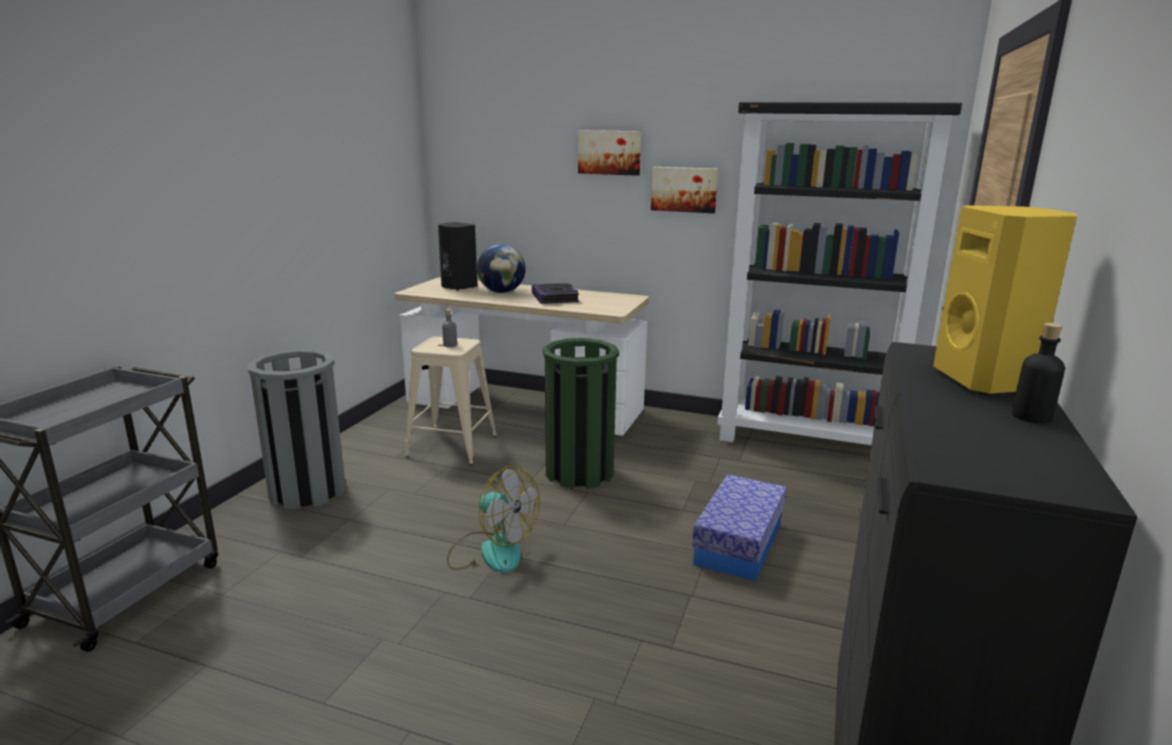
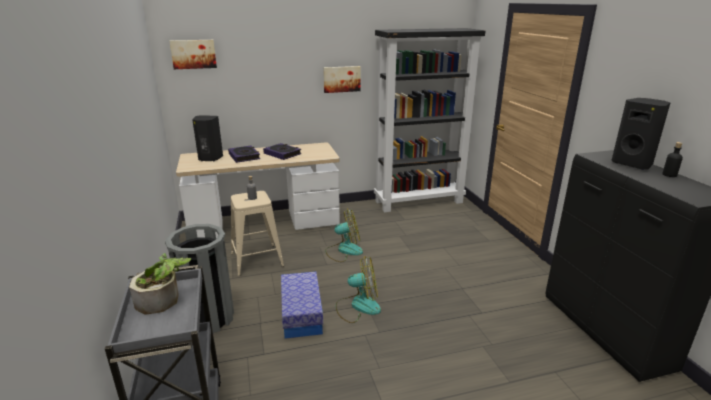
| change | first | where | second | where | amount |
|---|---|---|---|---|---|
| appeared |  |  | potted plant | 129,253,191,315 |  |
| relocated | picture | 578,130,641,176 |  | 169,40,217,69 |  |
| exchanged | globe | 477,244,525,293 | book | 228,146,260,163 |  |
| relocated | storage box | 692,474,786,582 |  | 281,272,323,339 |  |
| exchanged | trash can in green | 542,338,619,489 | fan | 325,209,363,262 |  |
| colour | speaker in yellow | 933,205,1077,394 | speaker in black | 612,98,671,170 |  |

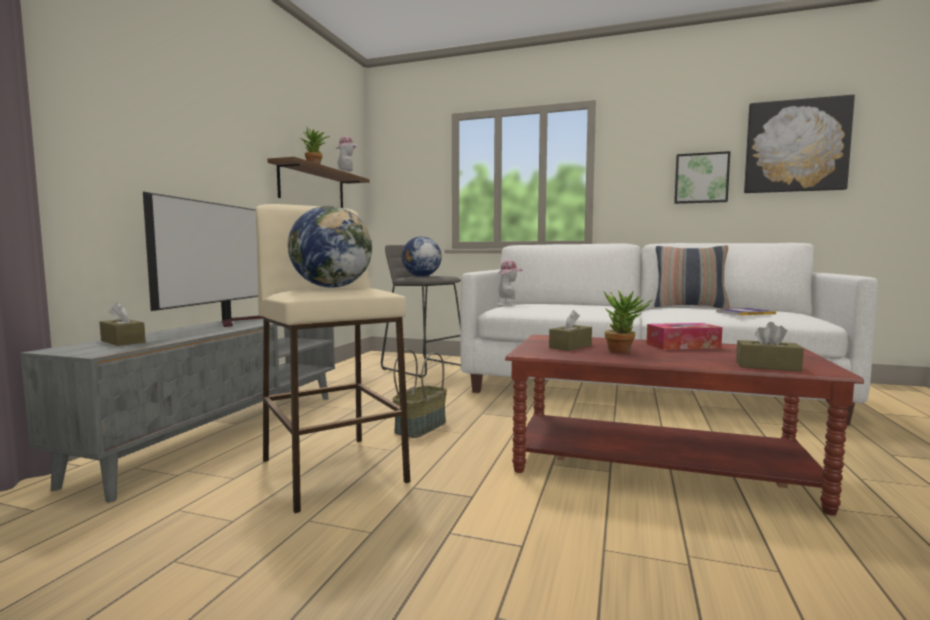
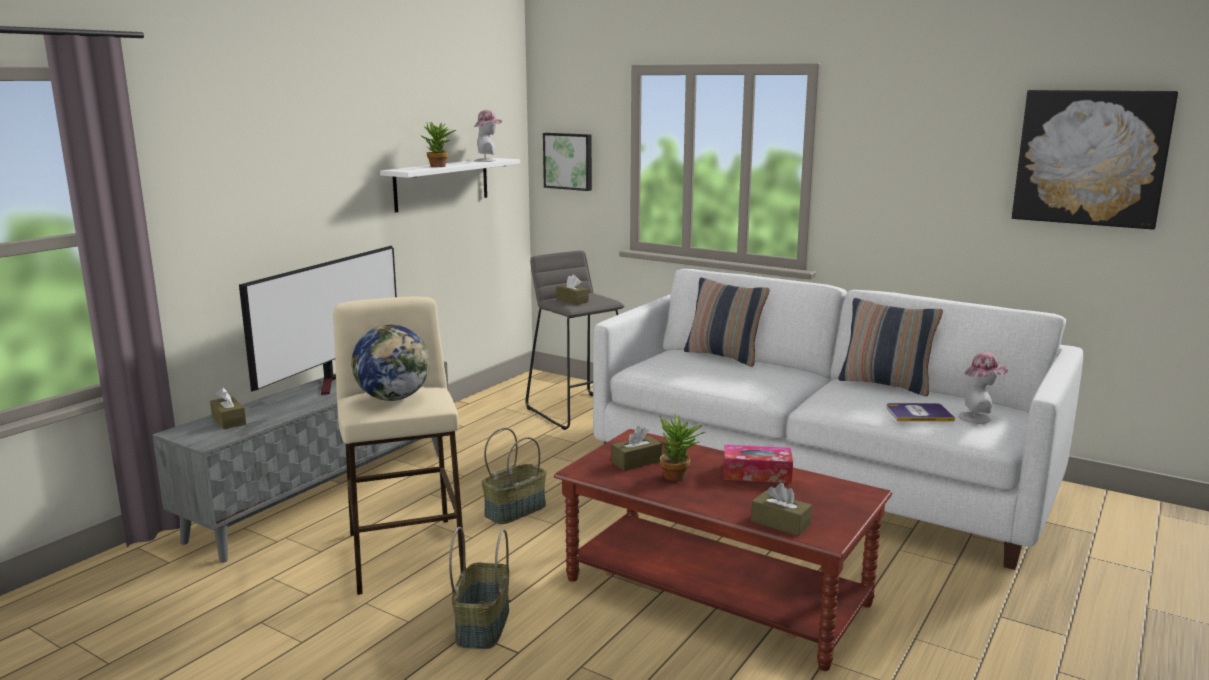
| change | first | where | second | where | amount |
|---|---|---|---|---|---|
| colour | shelf in brown | 267,157,370,208 | shelf in white | 380,158,520,213 |  |
| appeared |  |  | basket | 449,527,509,649 |  |
| relocated | picture | 674,151,730,204 |  | 543,133,592,191 |  |
| exchanged | globe | 401,236,442,277 | tissue box in brown | 556,275,589,305 |  |
| appeared |  |  | pillow | 684,277,770,367 |  |
| relocated | hat | 496,260,523,306 |  | 958,352,1008,424 |  |

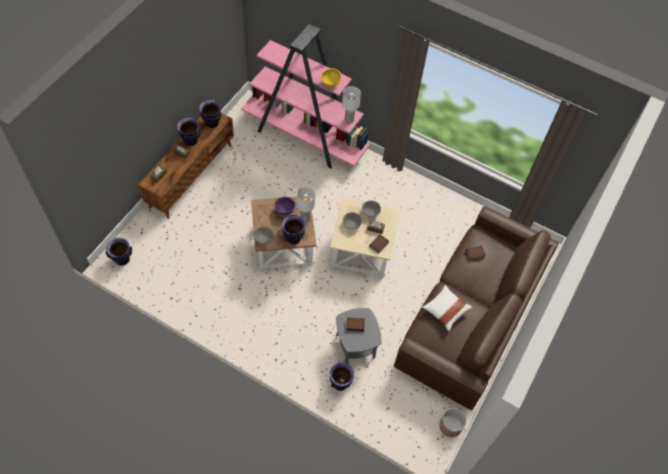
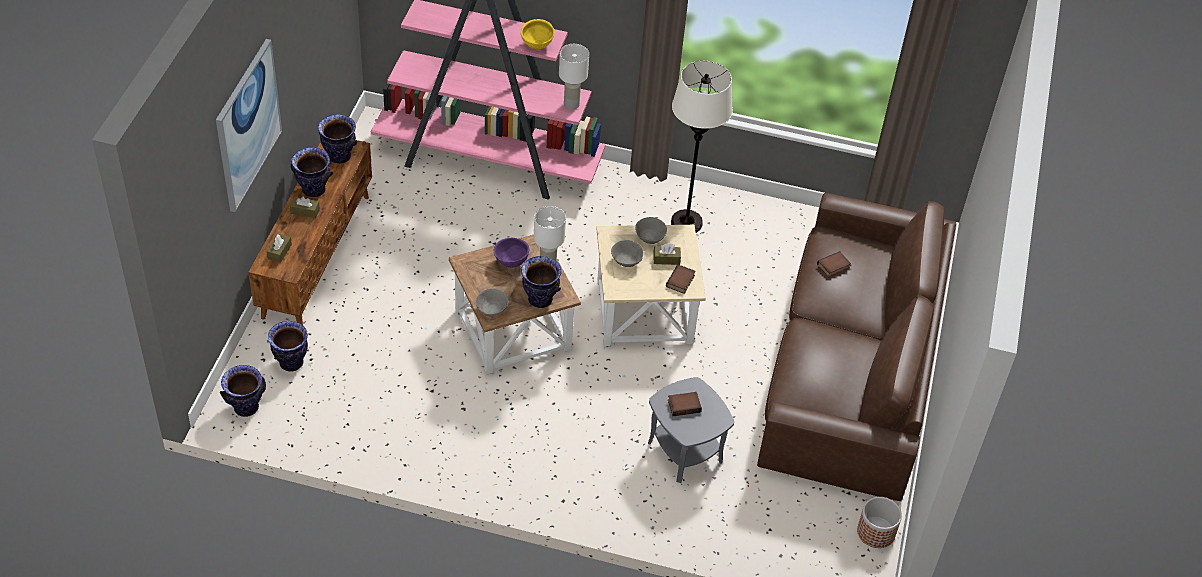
| change | first | where | second | where | amount |
|---|---|---|---|---|---|
| appeared |  |  | picture | 216,39,282,212 |  |
| relocated | vase | 329,363,354,391 |  | 268,321,308,372 |  |
| appeared |  |  | floor lamp in white | 671,61,733,233 |  |
| missing | pillow in white | 422,285,473,331 |  |  |  |

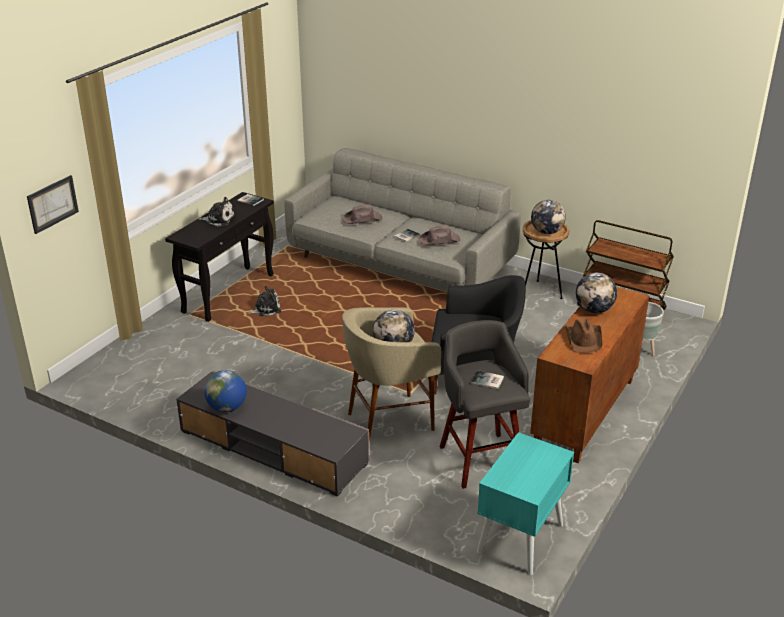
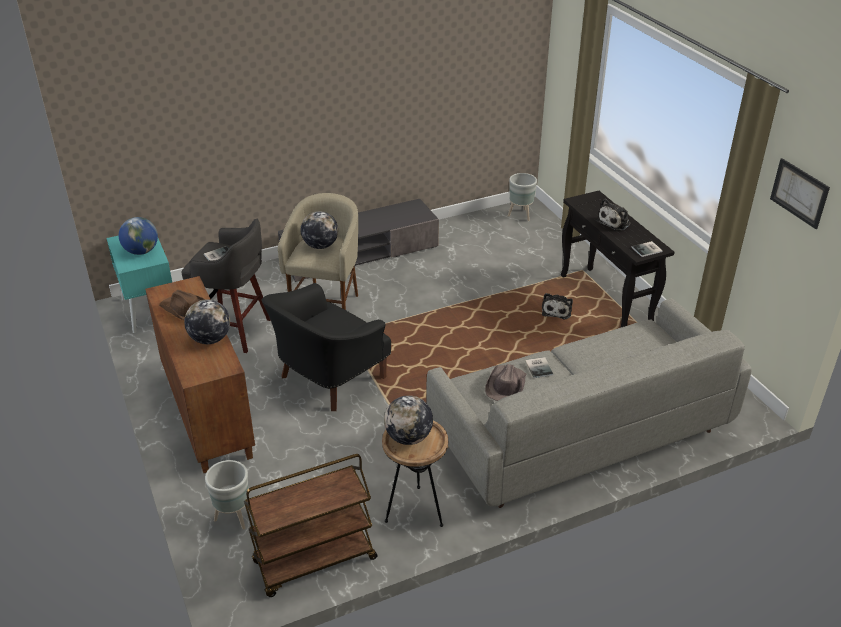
| change | first | where | second | where | amount |
|---|---|---|---|---|---|
| relocated | globe | 204,370,247,412 |  | 119,217,158,255 |  |
| appeared |  |  | planter in grey | 508,173,537,221 |  |
| relocated | picture | 27,175,79,234 |  | 770,158,830,229 |  |
| missing | hat in brown | 342,204,382,224 |  |  |  |

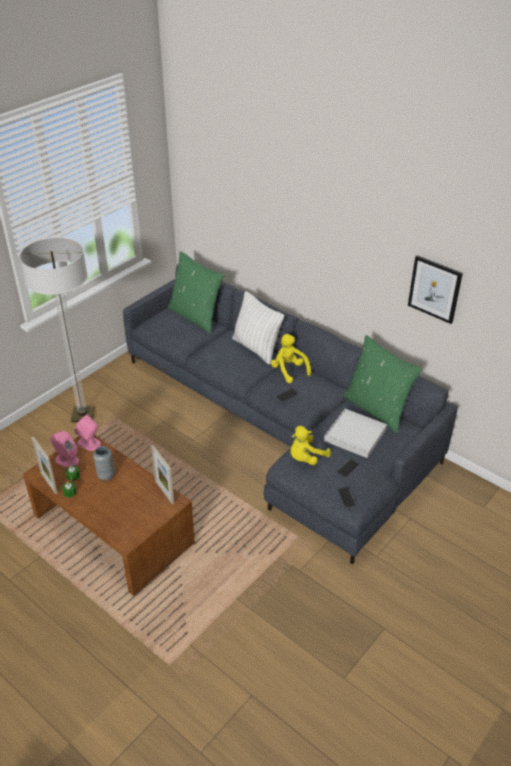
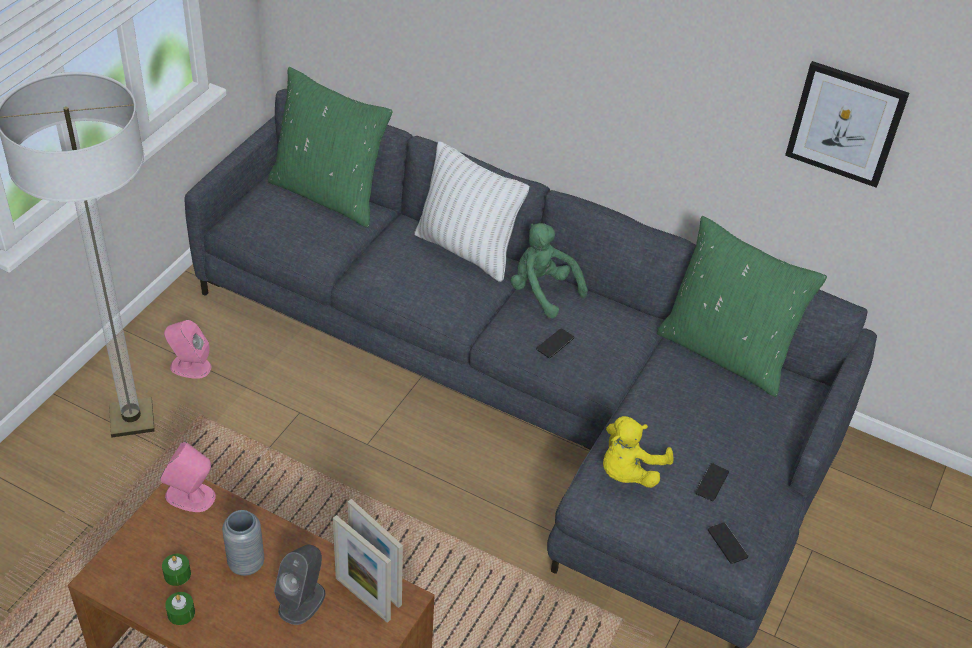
| change | first | where | second | where | amount |
|---|---|---|---|---|---|
| relocated | speaker in pink | 50,431,79,468 |  | 164,320,212,379 |  |
| appeared |  |  | speaker in grey | 274,544,325,625 |  |
| relocated | picture frame | 31,437,57,494 |  | 333,515,391,623 |  |
| colour | plush toy in yellow | 271,334,311,383 | plush toy in green | 511,223,588,318 |  |
| missing | tray in white | 324,409,387,458 |  |  |  |

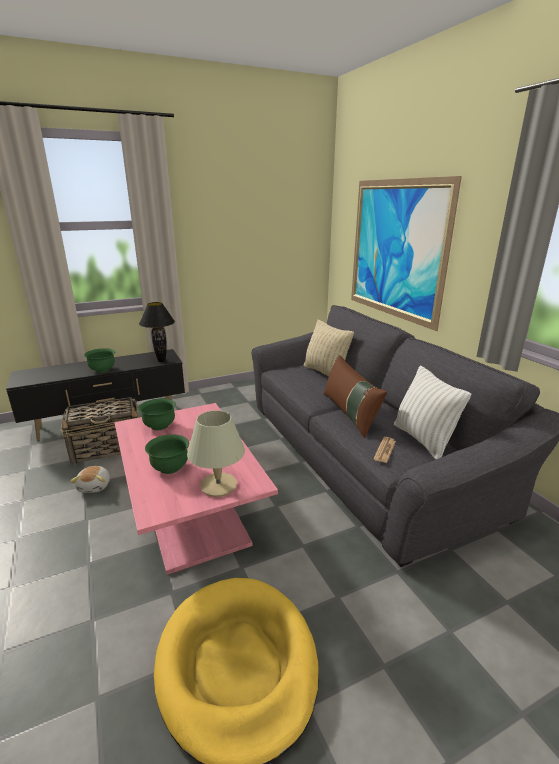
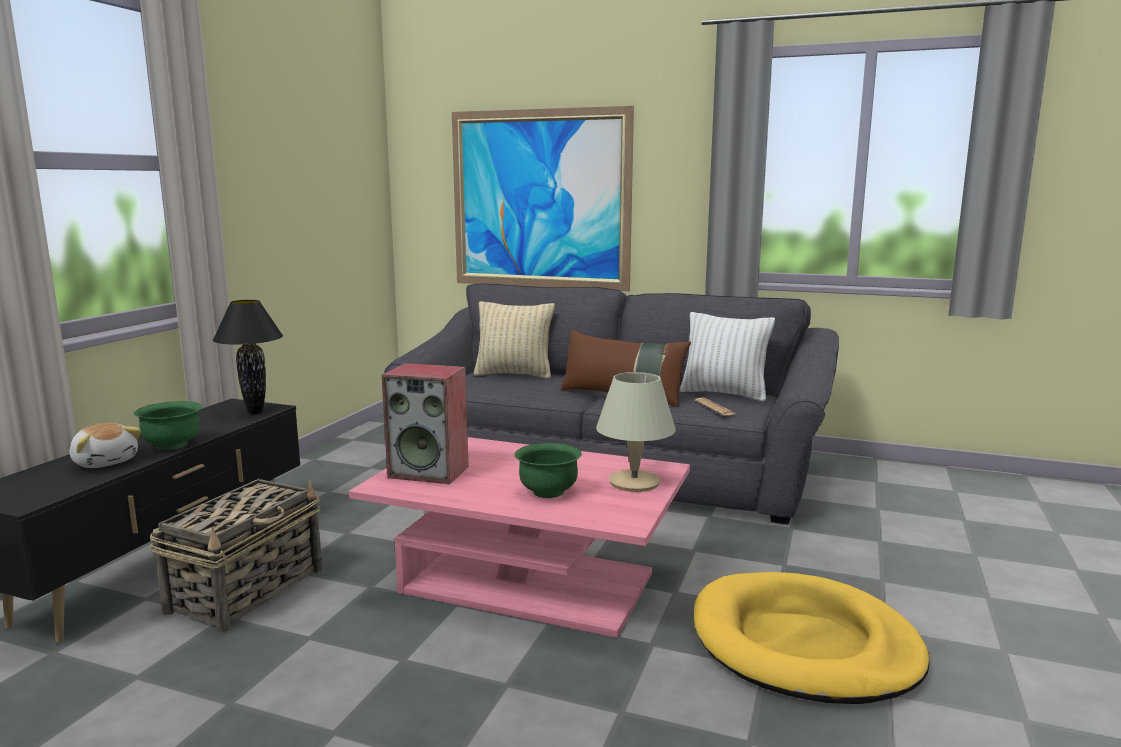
| change | first | where | second | where | amount |
|---|---|---|---|---|---|
| relocated | plush toy | 70,466,110,493 |  | 70,423,141,468 |  |
| exchanged | bowl in green | 138,398,176,431 | speaker | 382,363,469,484 |  |

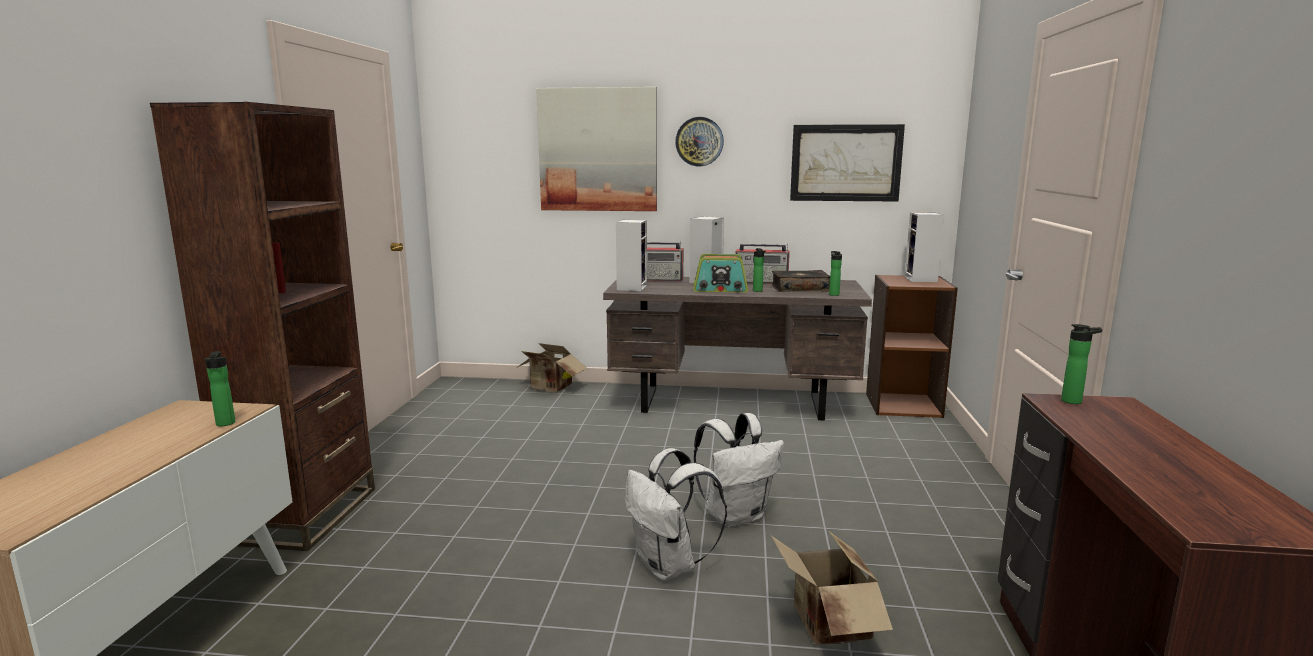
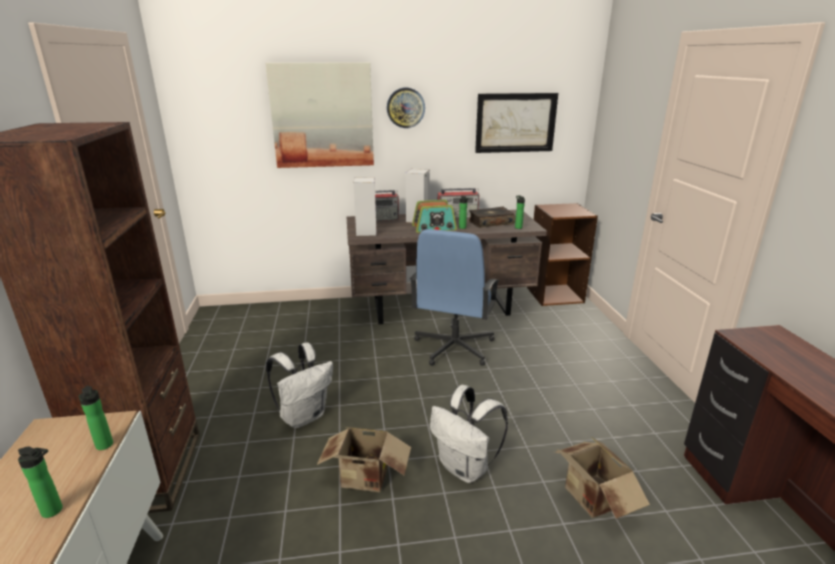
| change | first | where | second | where | amount |
|---|---|---|---|---|---|
| relocated | bottle | 1061,324,1102,404 |  | 18,447,63,518 |  |
| relocated | backpack in white | 693,413,784,527 |  | 266,342,333,428 |  |
| relocated | cardboard box | 516,343,587,392 |  | 317,427,411,492 |  |
| appeared |  |  | office chair in blue | 410,229,499,366 |  |
| missing | speaker | 905,212,944,282 |  |  |  |

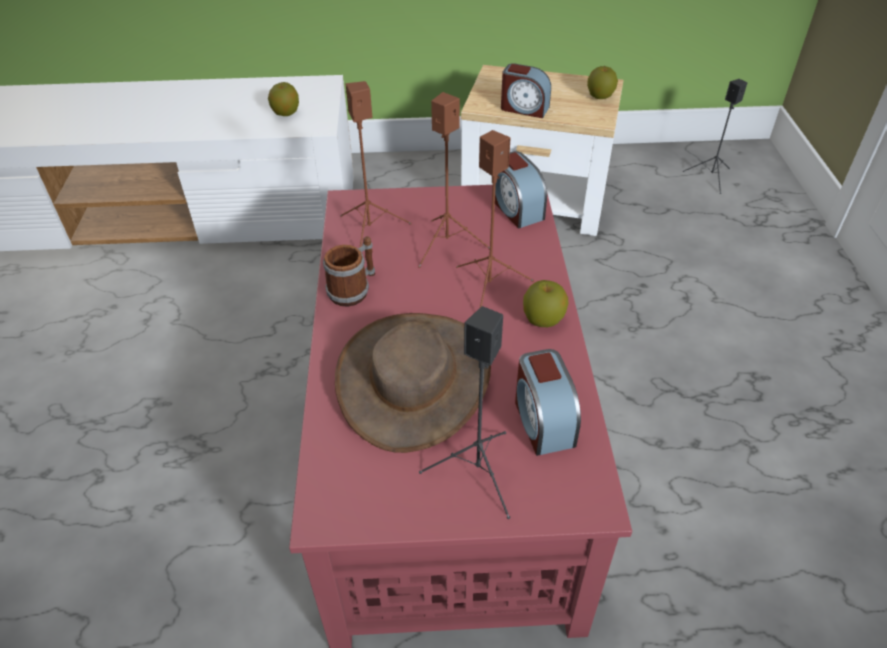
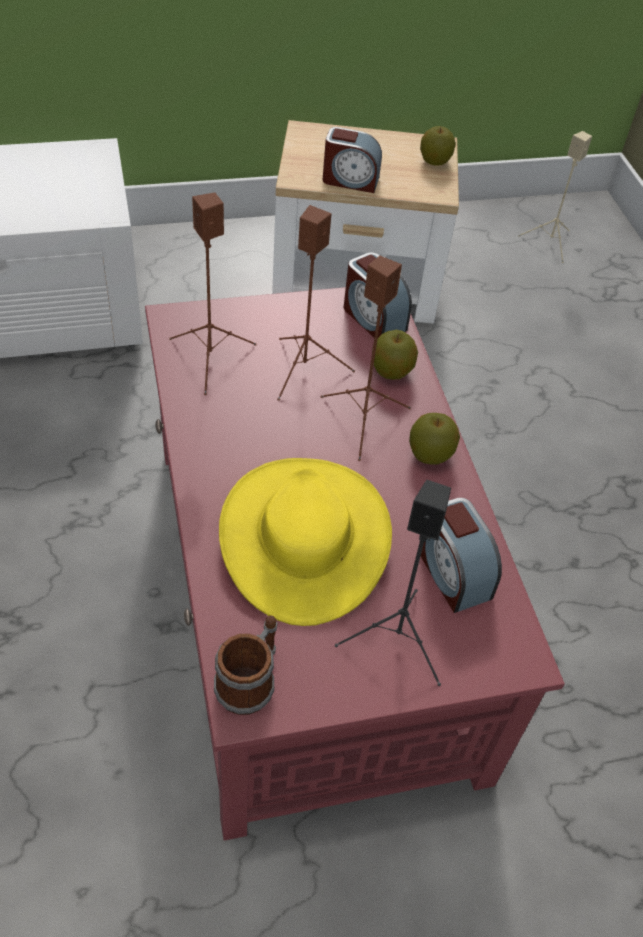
| change | first | where | second | where | amount |
|---|---|---|---|---|---|
| relocated | mug | 323,236,375,307 |  | 214,615,277,715 |  |
| colour | hat in brown | 335,313,491,453 | hat in yellow | 219,458,392,626 |  |
| relocated | apple | 268,82,299,116 |  | 372,330,418,380 |  |
| colour | speaker in black | 683,79,747,194 | speaker in beige | 518,131,592,263 |  |

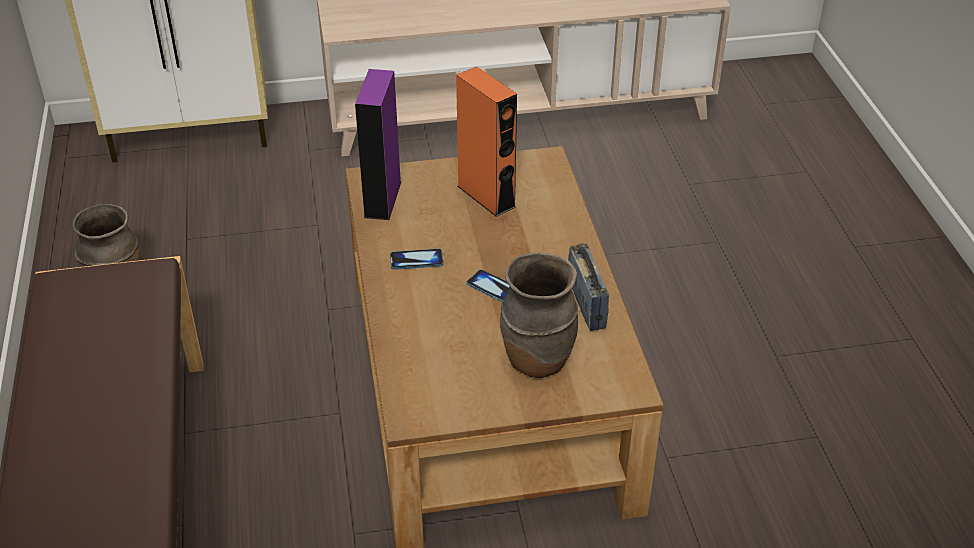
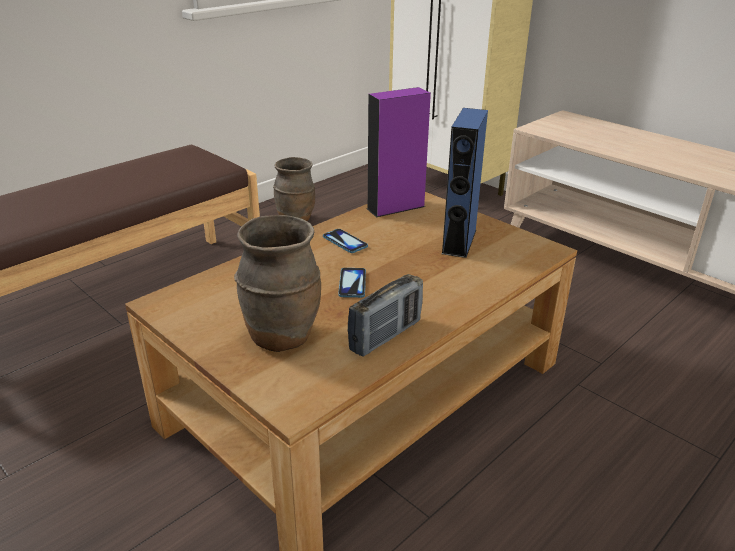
| change | first | where | second | where | amount |
|---|---|---|---|---|---|
| colour | speaker in orange | 456,66,517,217 | speaker in blue | 441,108,488,258 |  |

